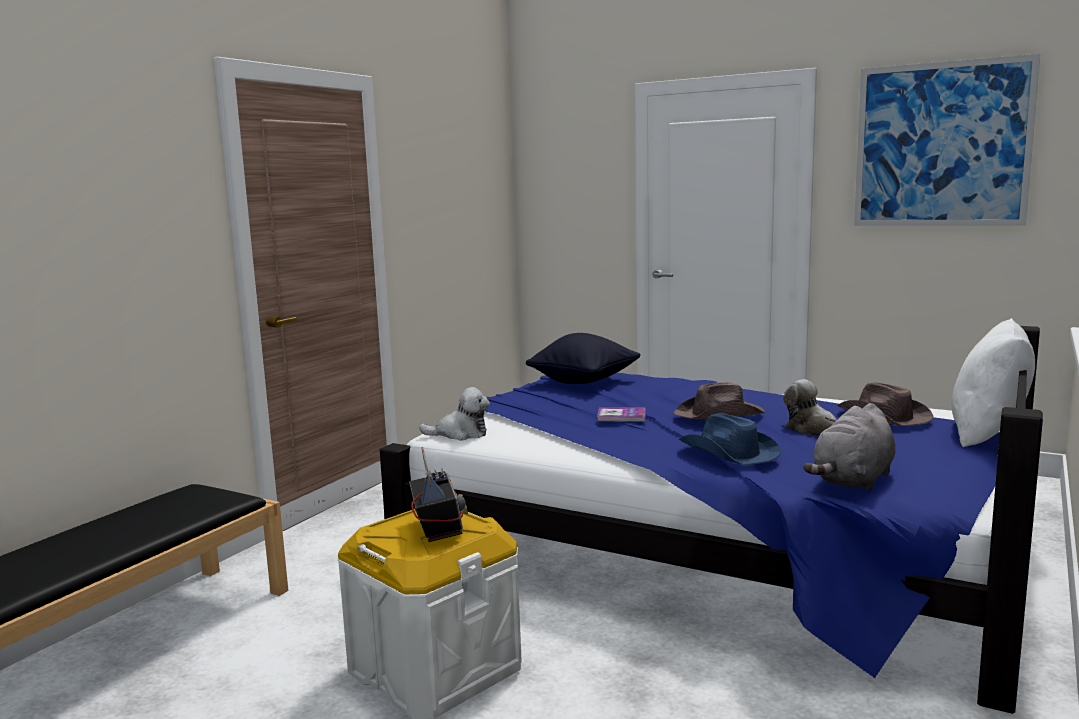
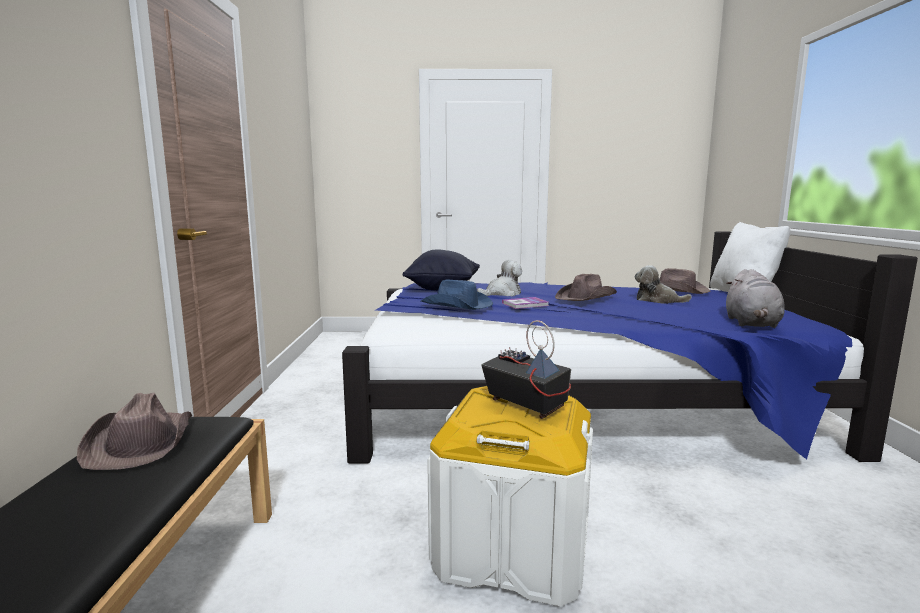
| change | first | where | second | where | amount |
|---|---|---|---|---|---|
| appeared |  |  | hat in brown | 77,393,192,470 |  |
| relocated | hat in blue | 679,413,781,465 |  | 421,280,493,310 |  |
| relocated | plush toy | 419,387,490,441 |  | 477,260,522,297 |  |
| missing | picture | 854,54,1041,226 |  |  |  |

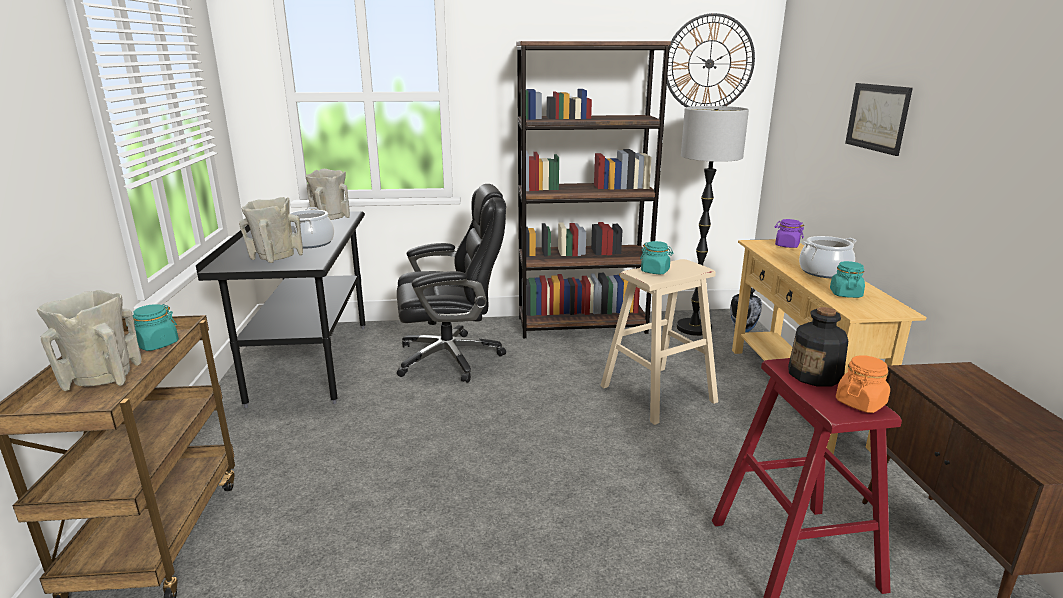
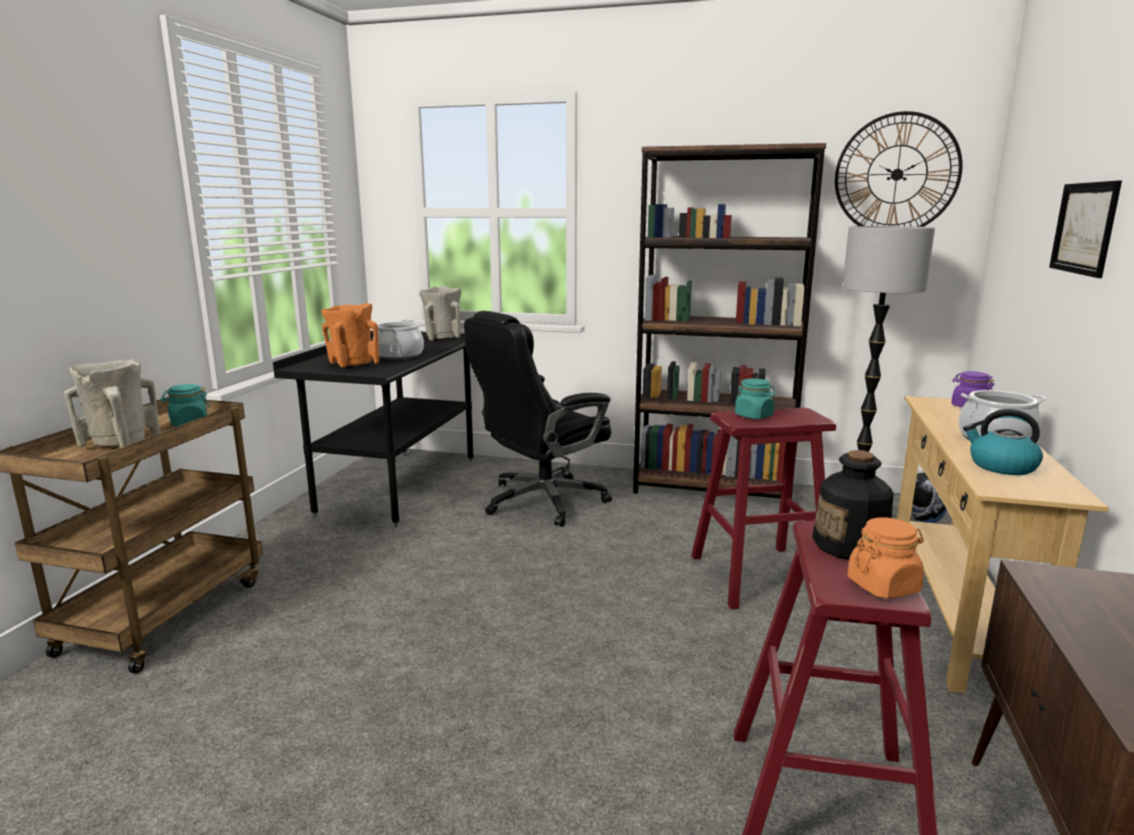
| change | first | where | second | where | amount |
|---|---|---|---|---|---|
| colour | vase in beige | 239,197,303,263 | vase in orange | 321,303,379,368 |  |
| spun | office chair in black | 397,184,506,383 |  | 464,311,612,527 | 135 degrees clockwise |
| colour | stool in beige | 600,259,718,425 | stool in red | 691,408,836,610 |  |
| exchanged | jar in turquoise | 830,261,865,298 | kettle | 963,409,1043,475 |  |

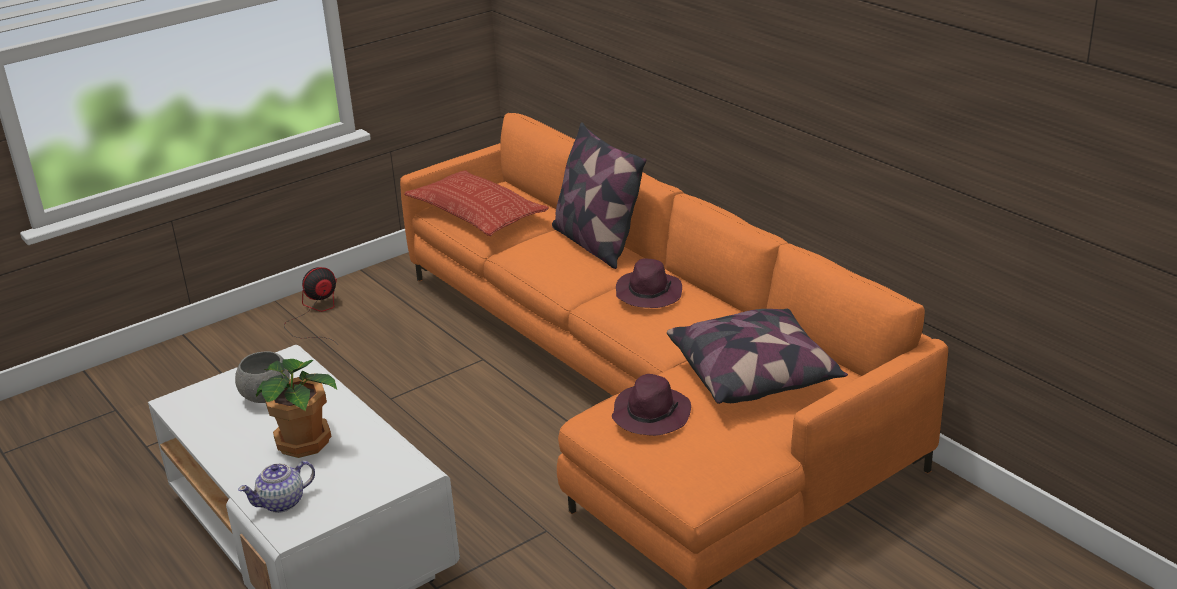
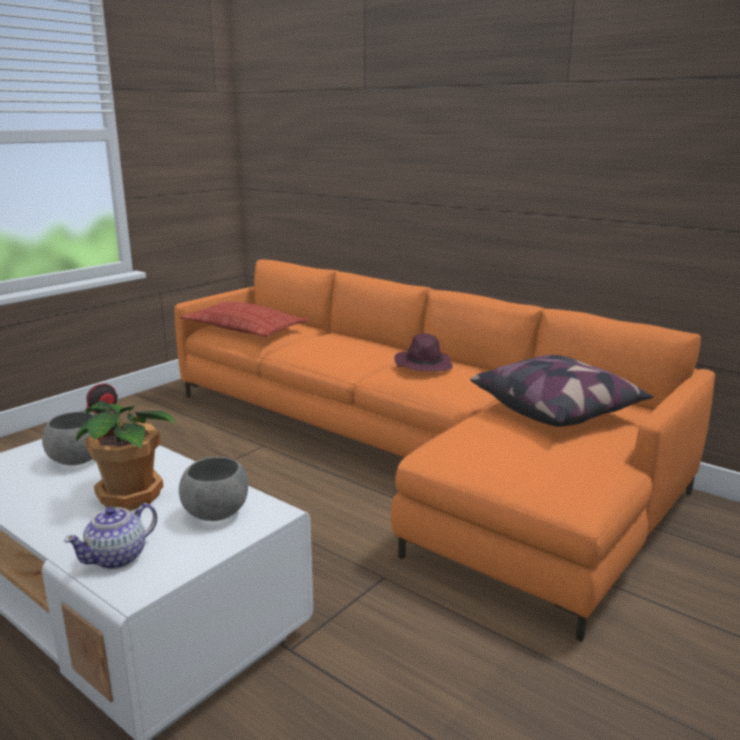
| change | first | where | second | where | amount |
|---|---|---|---|---|---|
| appeared |  |  | bowl in grey | 179,457,248,521 |  |
| missing | pillow | 552,122,646,269 |  |  |  |
| missing | hat in purple | 612,374,691,436 |  |  |  |

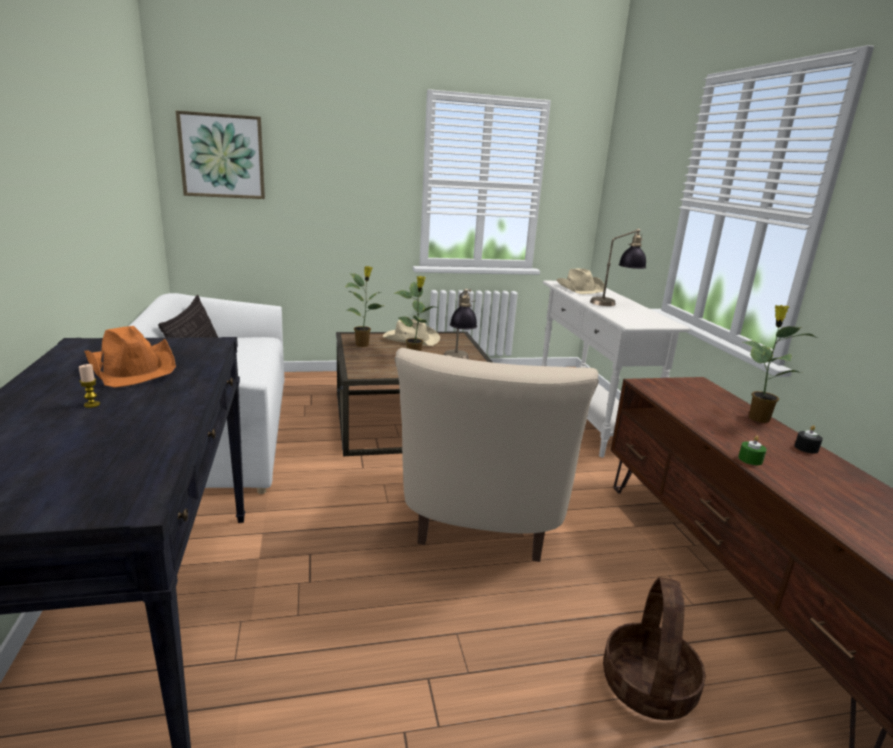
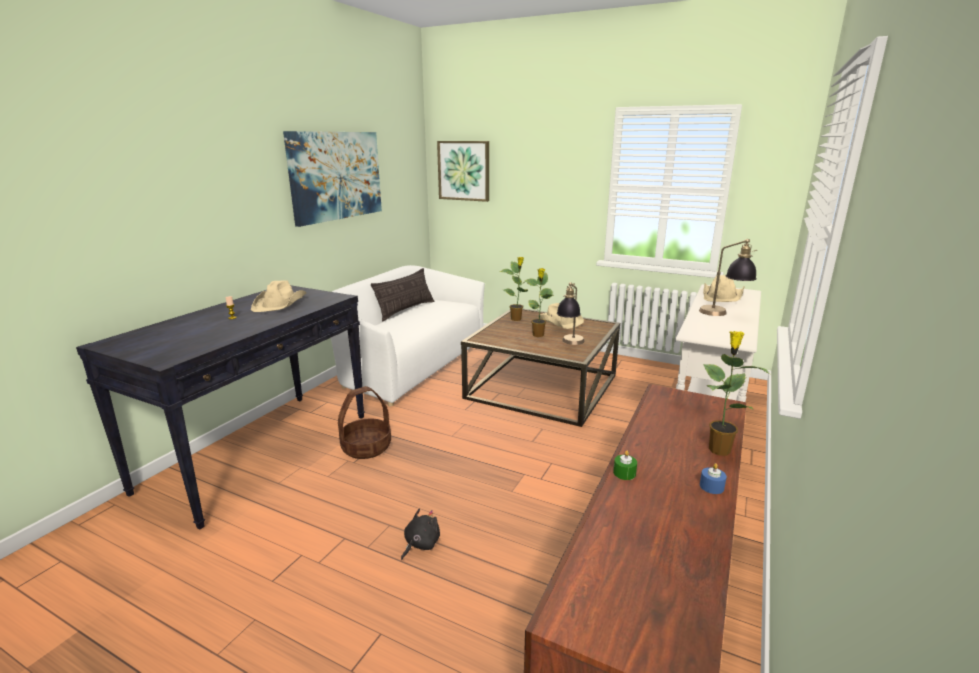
| change | first | where | second | where | amount |
|---|---|---|---|---|---|
| colour | hat in orange | 84,326,176,388 | hat in beige | 251,280,306,312 |  |
| appeared |  |  | picture | 283,131,382,227 |  |
| relocated | basket | 603,577,706,720 |  | 338,386,391,459 |  |
| appeared |  |  | plush toy in black | 401,509,440,560 |  |
| colour | candle in black | 795,425,823,454 | candle in blue | 700,463,727,494 |  |
| missing | armchair in beige | 395,348,599,562 |  |  |  |

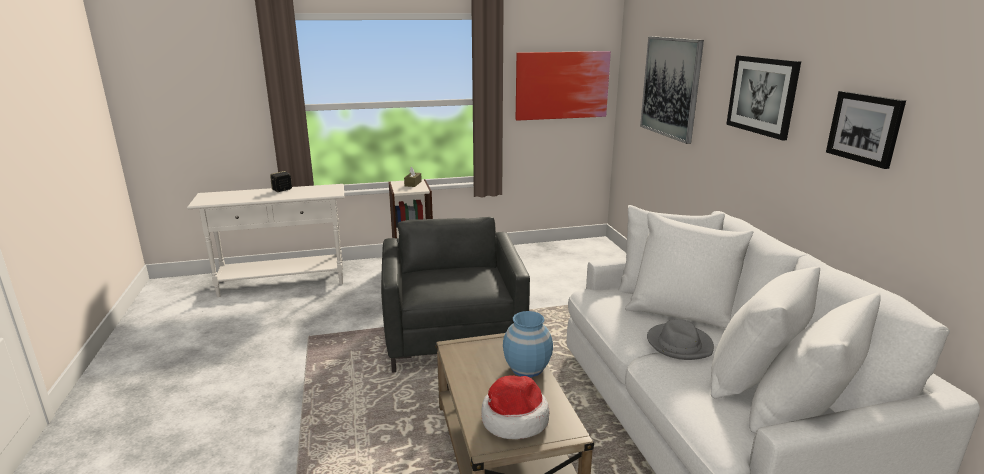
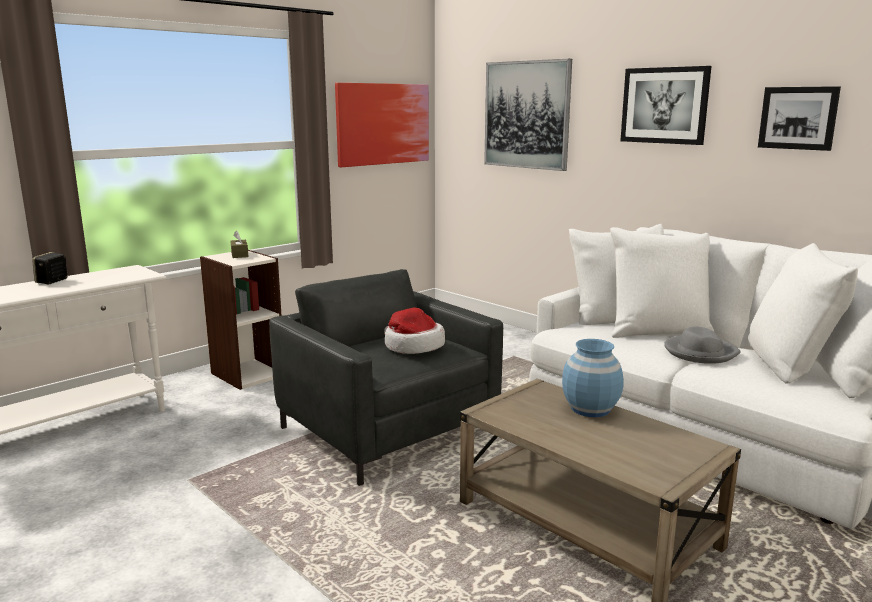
| change | first | where | second | where | amount |
|---|---|---|---|---|---|
| relocated | hat | 481,375,549,439 |  | 384,308,445,354 |  |

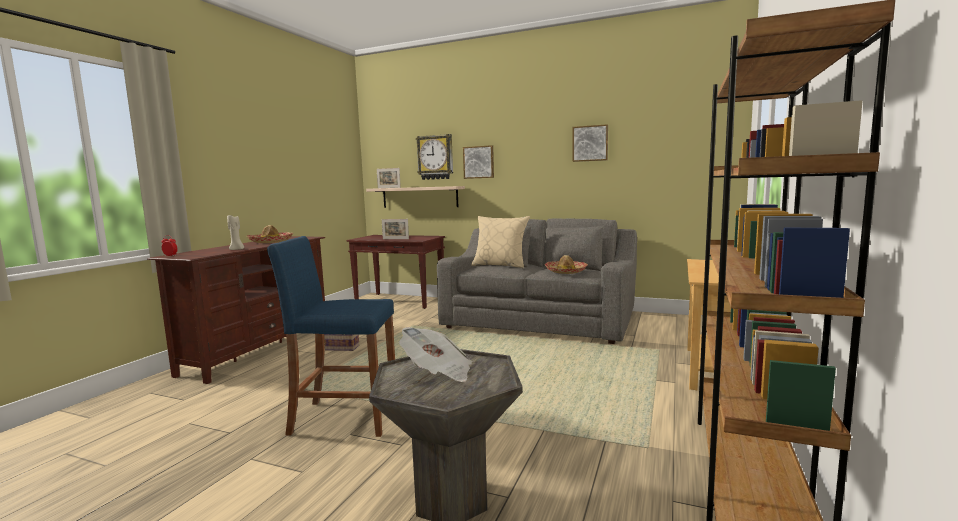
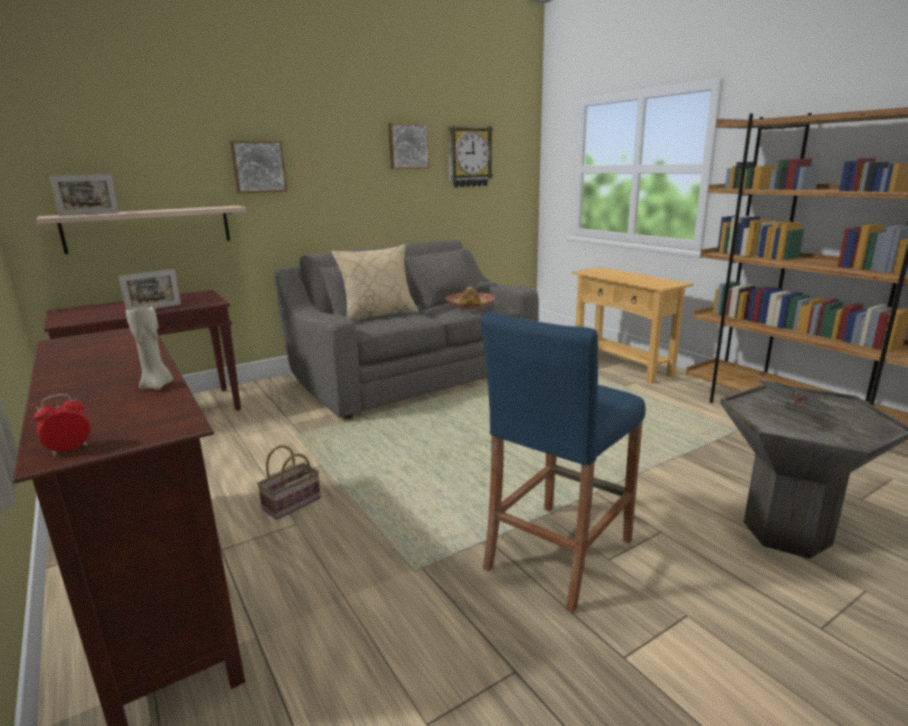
| change | first | where | second | where | amount |
|---|---|---|---|---|---|
| relocated | wall clock | 416,134,453,180 |  | 448,126,493,187 |  |
| missing | hat | 247,225,293,243 |  |  |  |

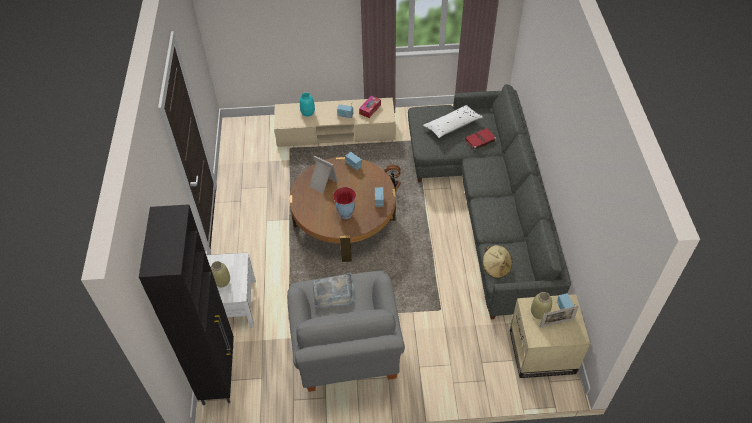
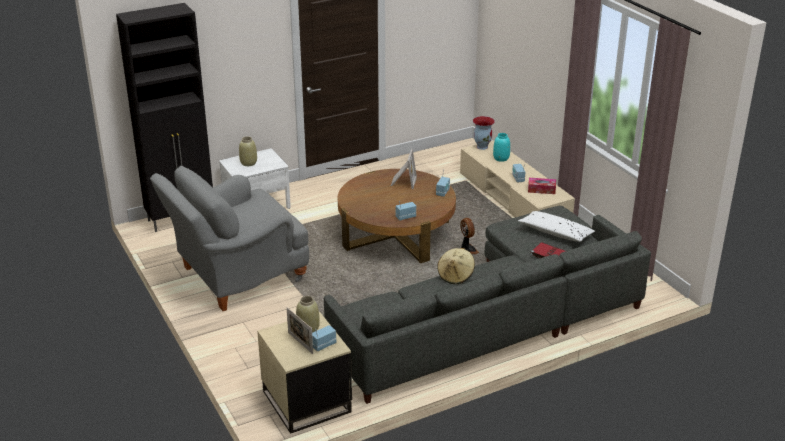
| change | first | where | second | where | amount |
|---|---|---|---|---|---|
| relocated | hat in beige | 483,245,512,279 |  | 437,248,475,284 |  |
| relocated | vase | 333,187,356,219 |  | 473,116,495,150 |  |
| missing | tray in grey | 313,273,354,307 |  |  |  |

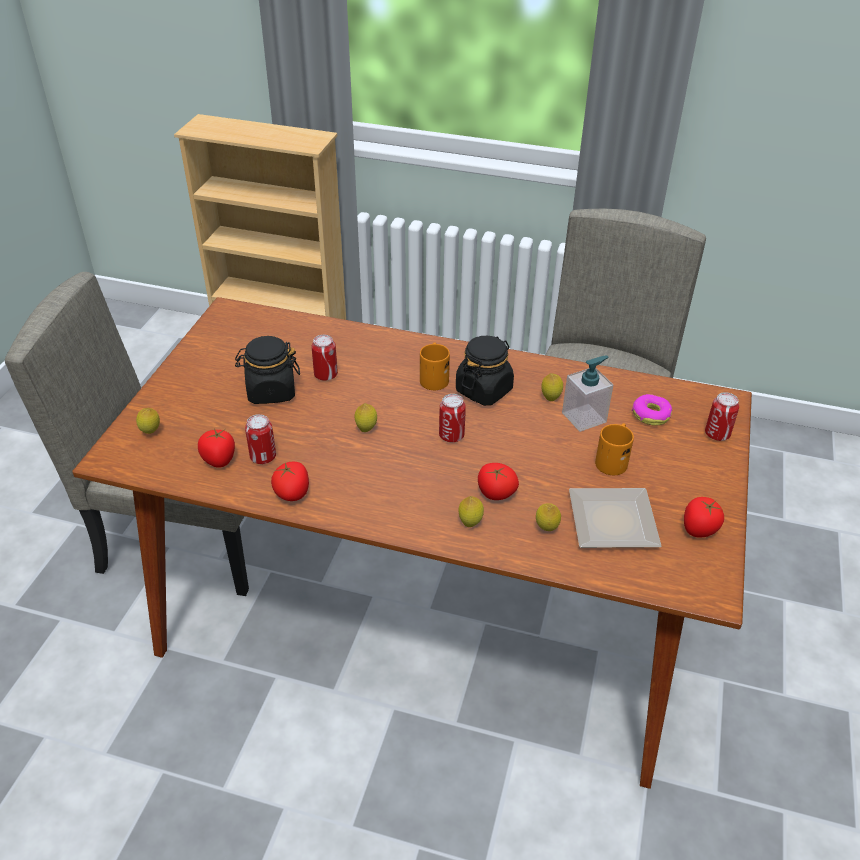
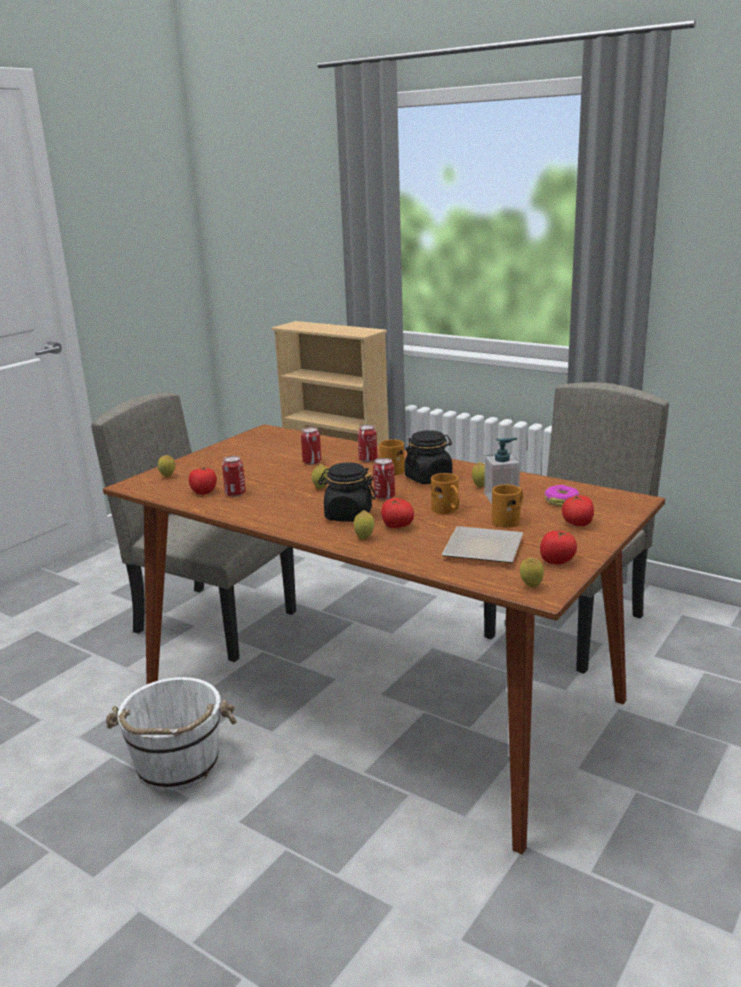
| change | first | where | second | where | amount |
|---|---|---|---|---|---|
| appeared |  |  | bucket in white | 106,677,237,791 |  |
| relocated | jar in black | 235,336,300,404 |  | 318,463,376,522 |  |
| relocated | can | 705,392,739,441 |  | 358,425,377,462 |  |
| appeared |  |  | mug in orange | 431,473,459,514 |  |
| relocated | lemon | 536,503,561,531 |  | 520,558,544,588 |  |
| relocated | tomato | 271,462,309,501 |  | 562,495,594,526 |  |

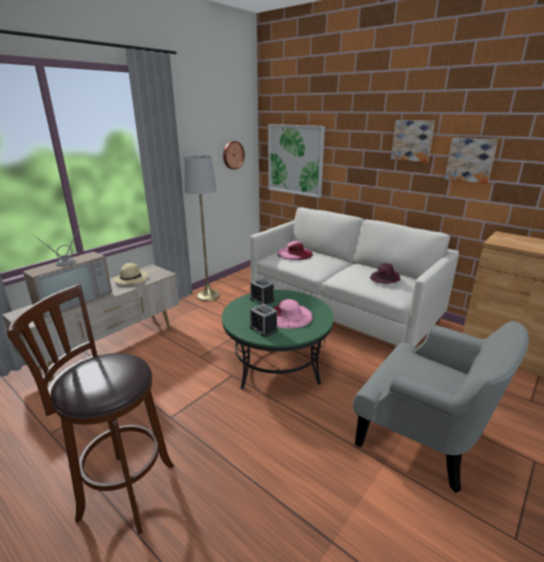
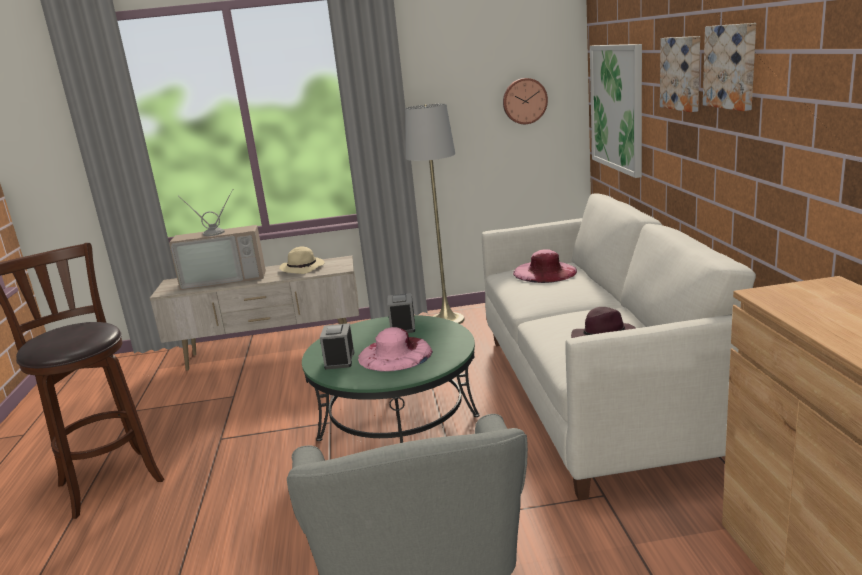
| change | first | where | second | where | amount |
|---|---|---|---|---|---|
| relocated | picture | 445,138,498,184 |  | 660,36,700,112 |  |

